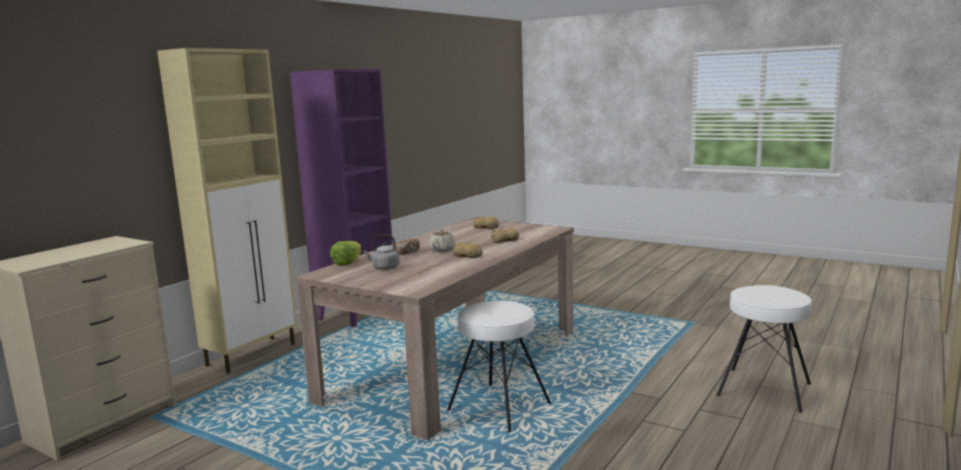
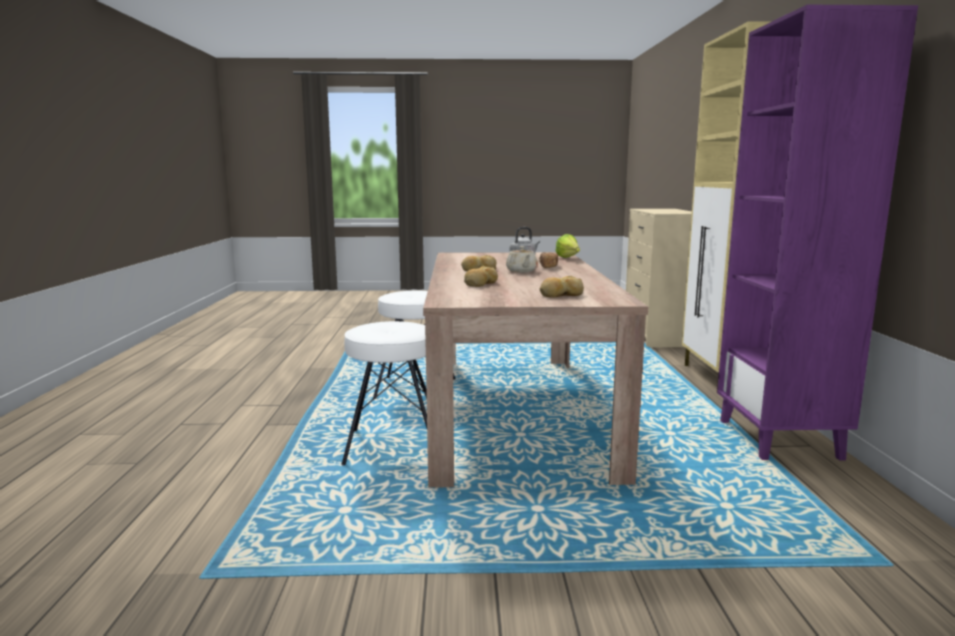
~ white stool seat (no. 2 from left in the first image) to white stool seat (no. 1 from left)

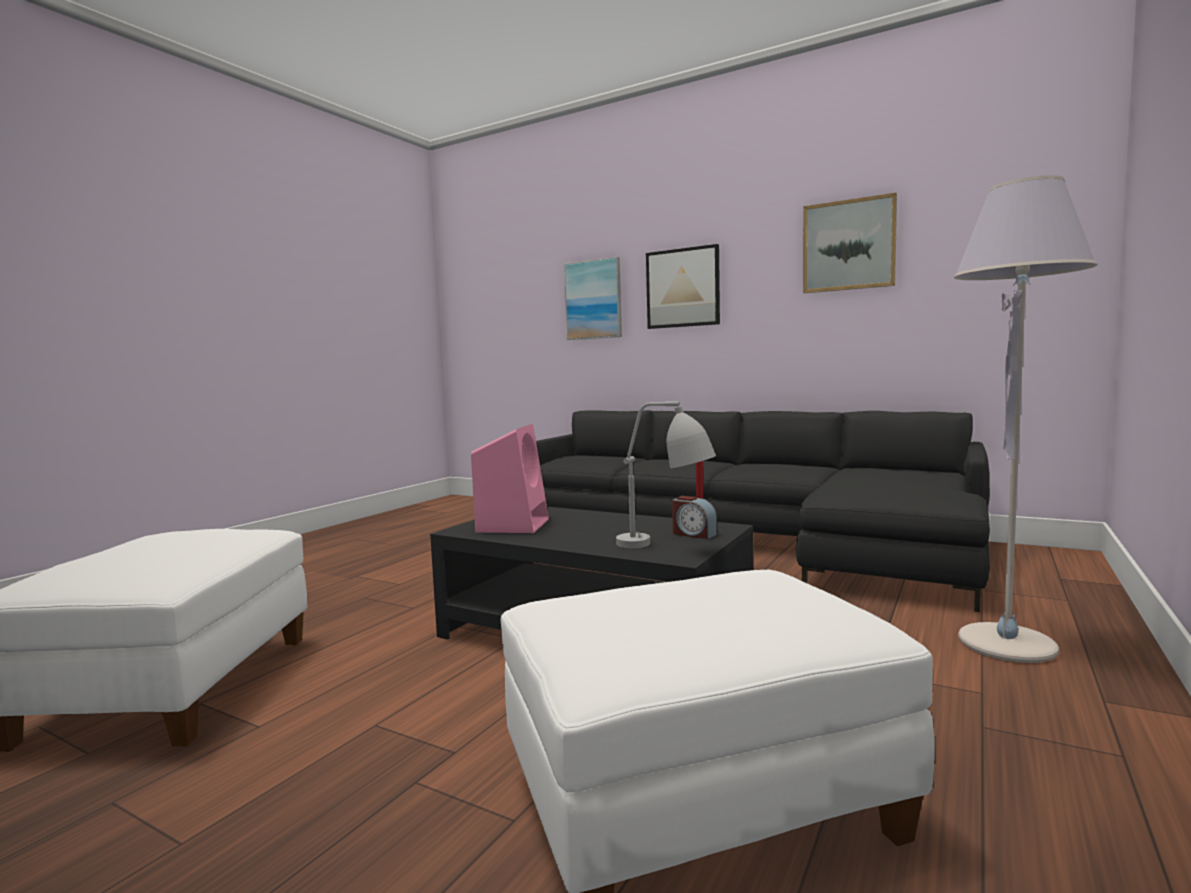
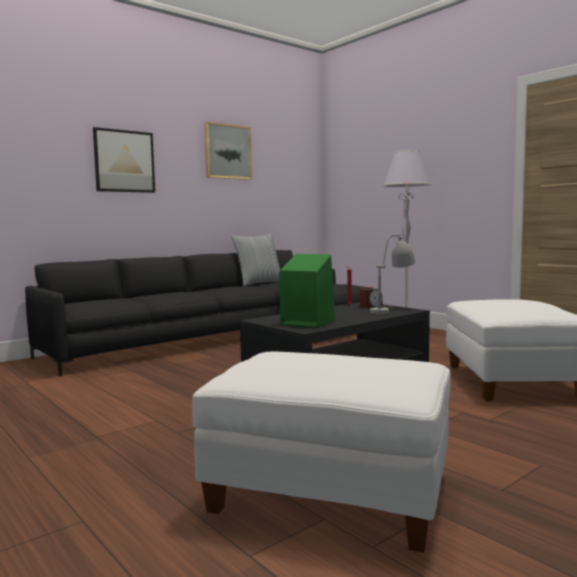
+ throw pillow
~ pinkish audio speaker to green audio speaker
- wall art (no. 1 from left)

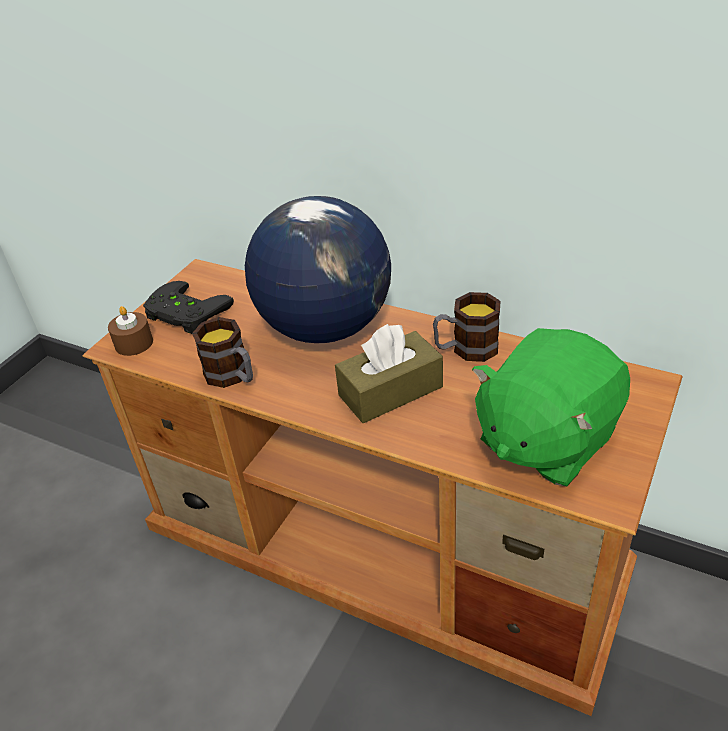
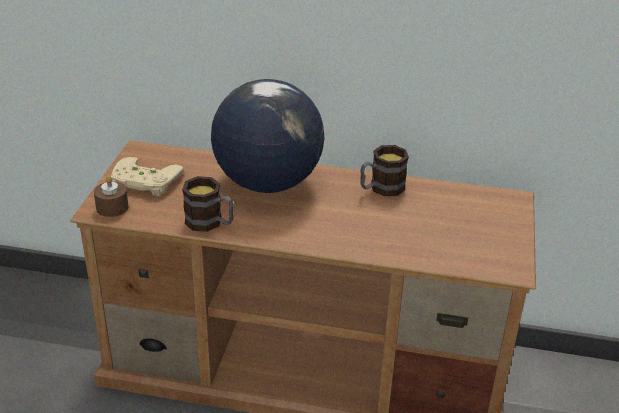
~ black joypad to beige joypad
- brownish box of tissues
- green cuddly toy

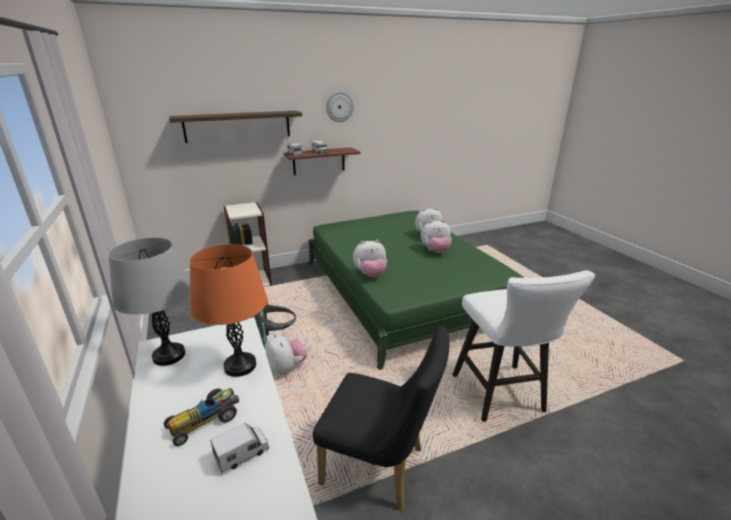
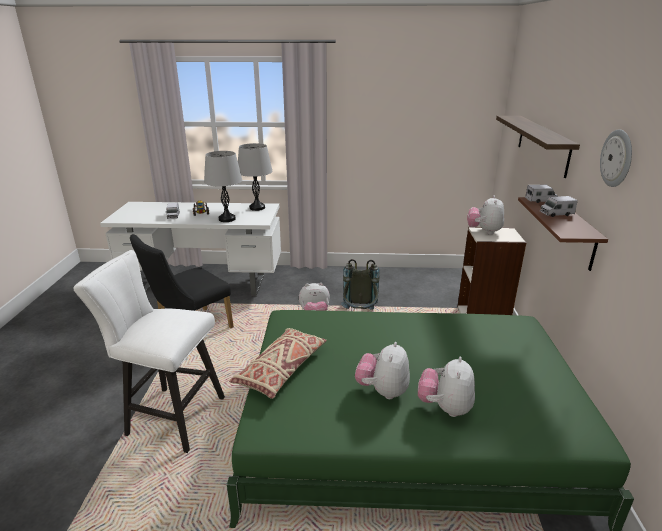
~ orangey tabletop lamp to gray tabletop lamp (no. 1 from left)
+ beige throw pillow
~ cuddly toy (no. 2 from left in the first image) to cuddly toy (no. 4 from left)

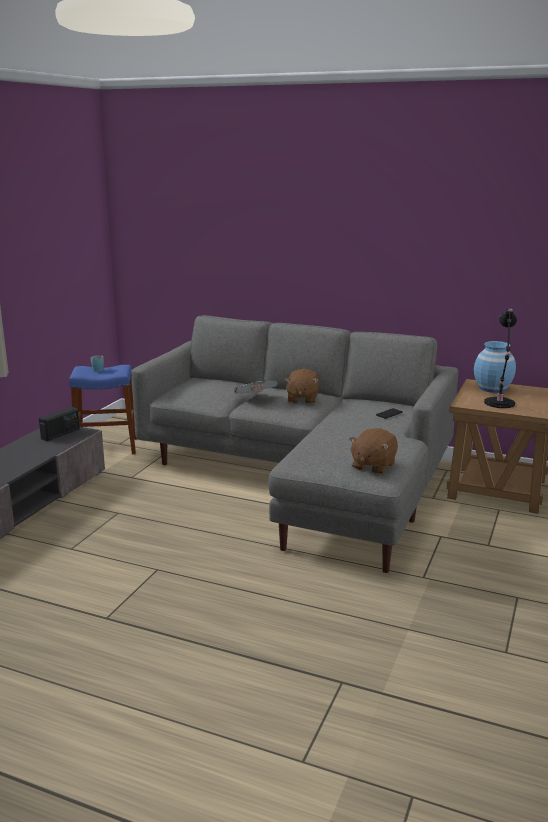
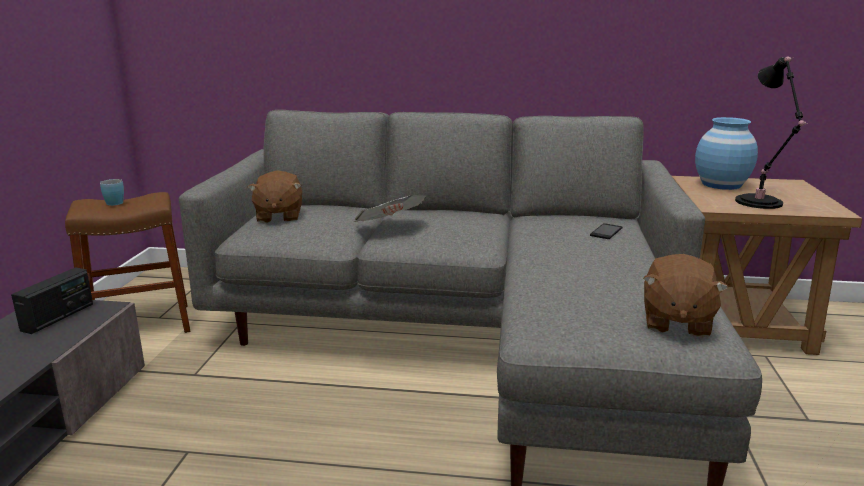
~ blue stool seat to brownish stool seat
~ brownish cuddly toy (no. 1 from left)

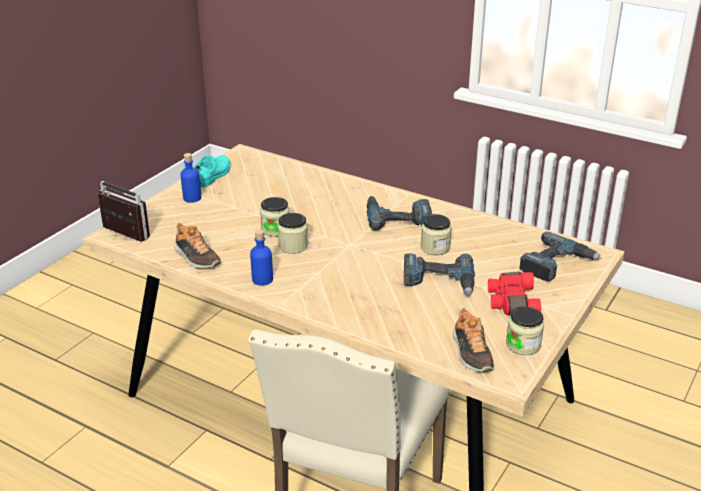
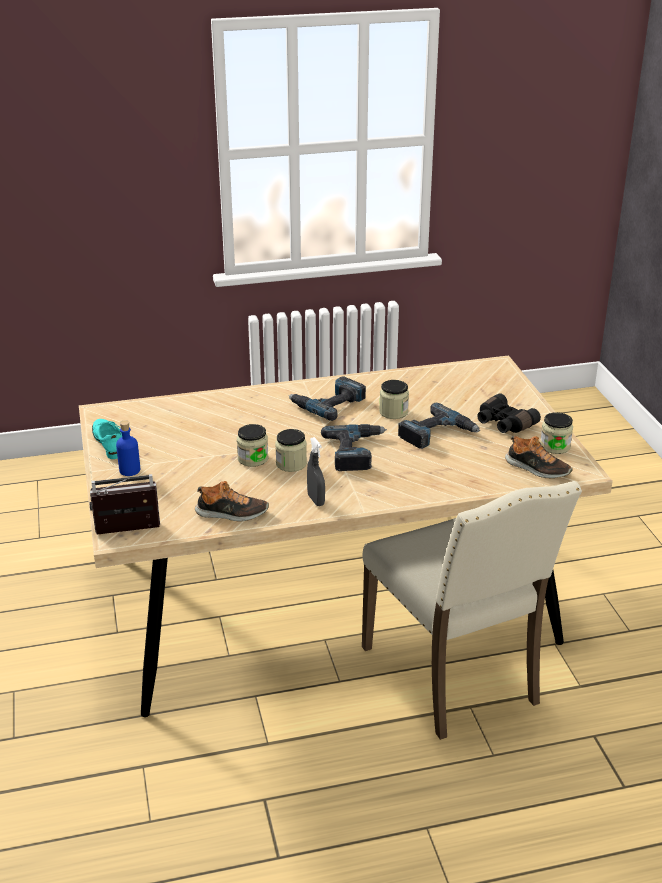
~ blue bottle (no. 2 from left) to gray hand sprayer
~ power drill (no. 3 from left in the first image) to power drill (no. 2 from left)
~ red-coloured pair of binoculars to black pair of binoculars

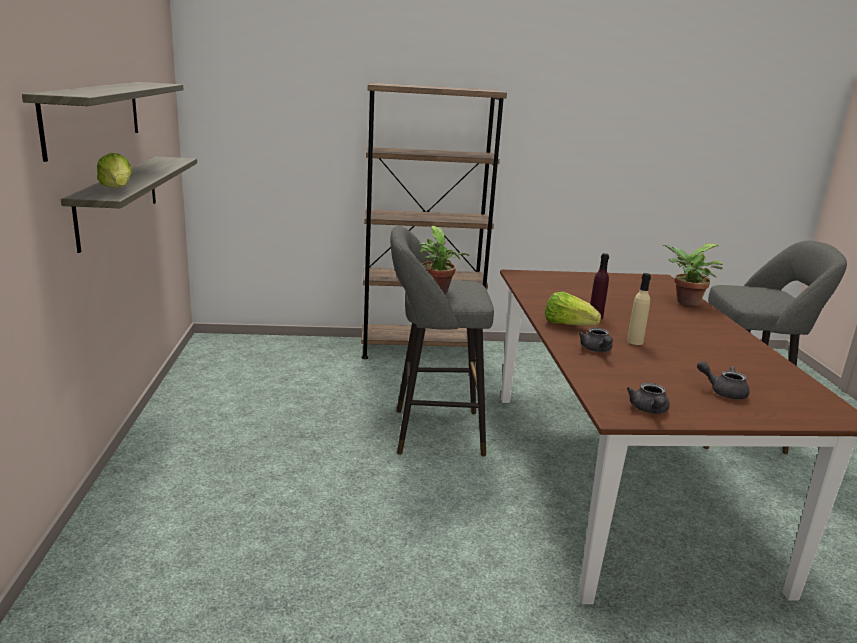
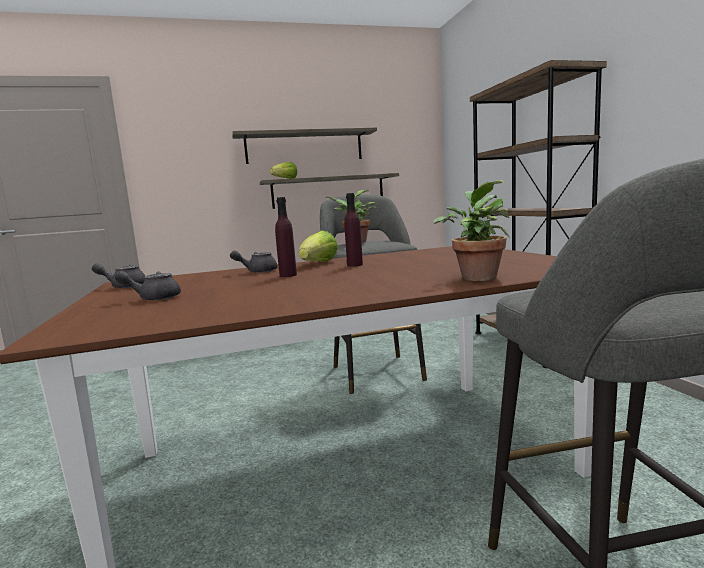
~ gray teapot (no. 3 from left in the first image) 120 degrees counterclockwise
~ beige bottle to purple-coloured bottle (no. 1 from left)

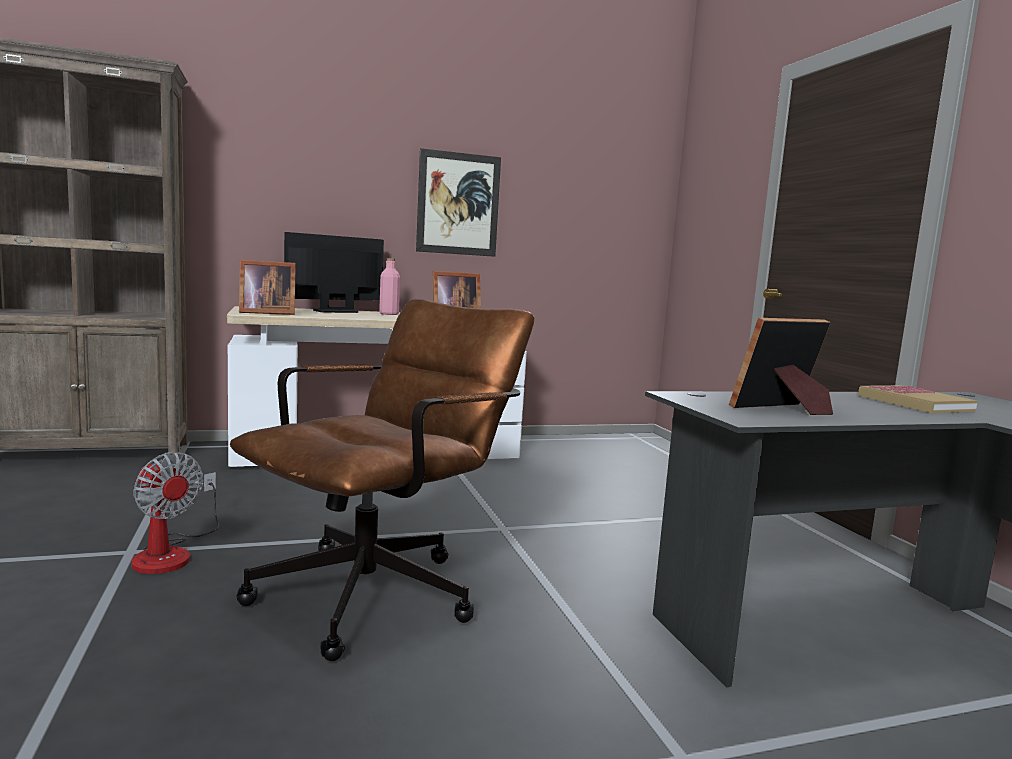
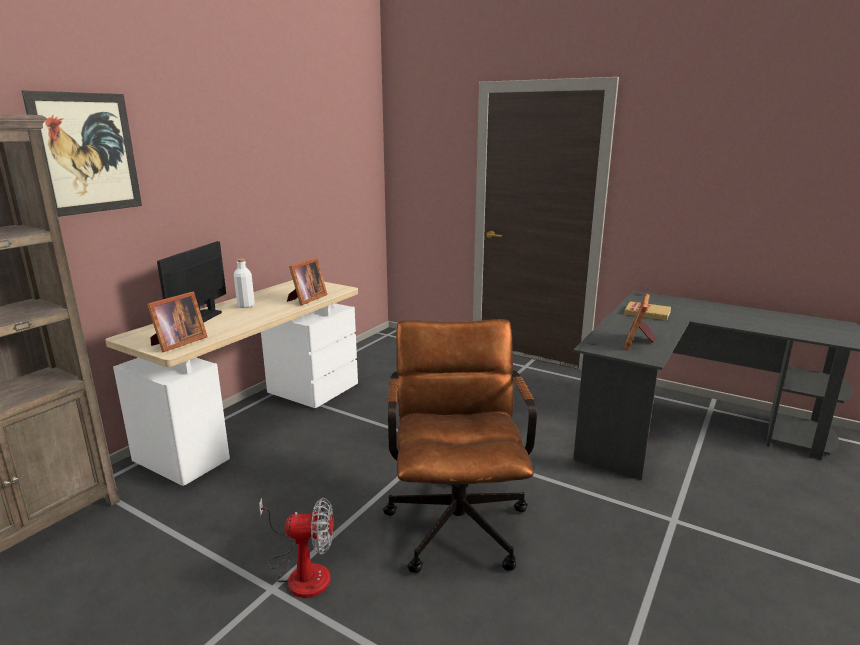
~ wall art
~ pinkish bottle to white bottle

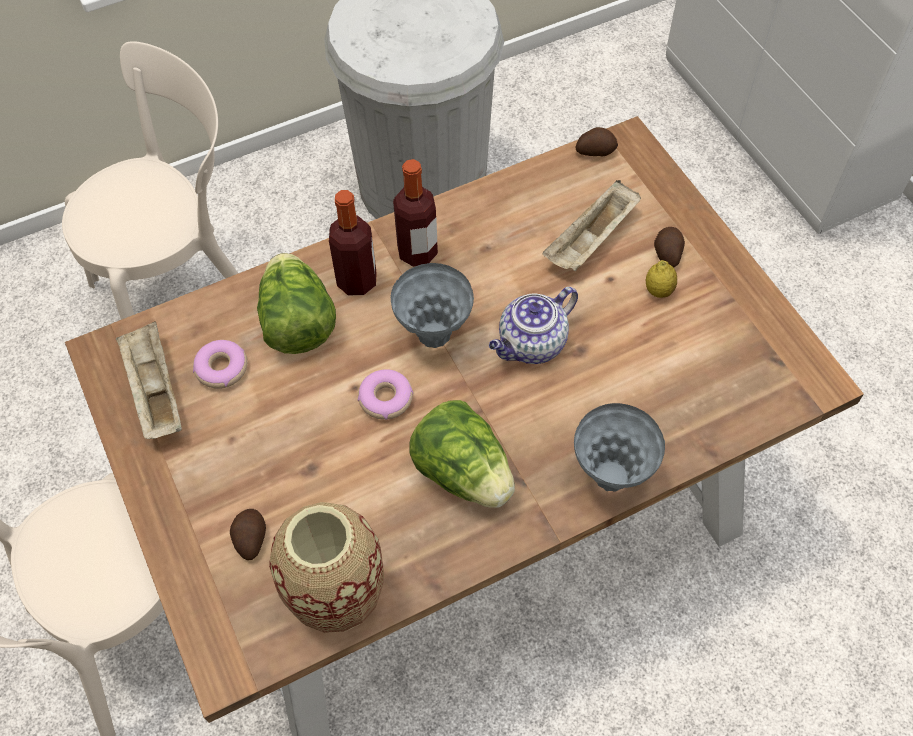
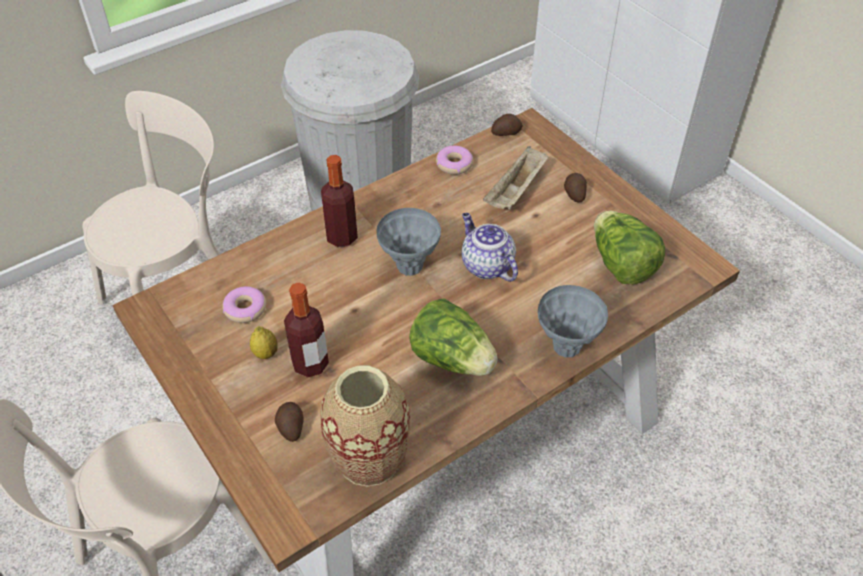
~ lemon
~ bottle (no. 2 from left in the first image) to bottle (no. 1 from left)
~ doughnut (no. 2 from left)
~ teapot 105 degrees clockwise
~ lettuce head (no. 1 from left in the first image) to lettuce head (no. 2 from left)
- beige serving tray (no. 1 from left)

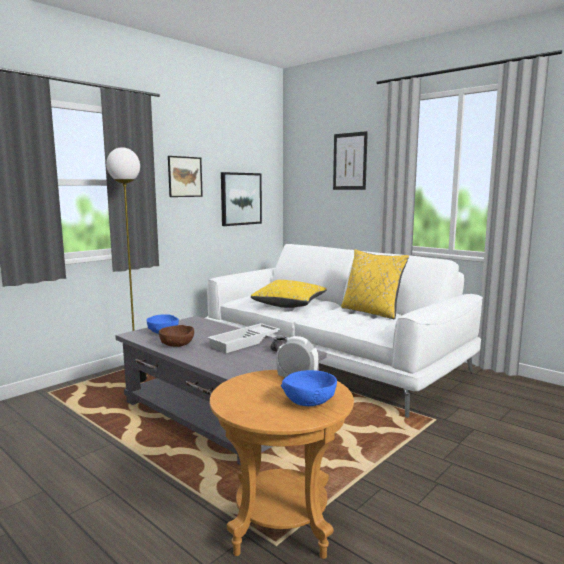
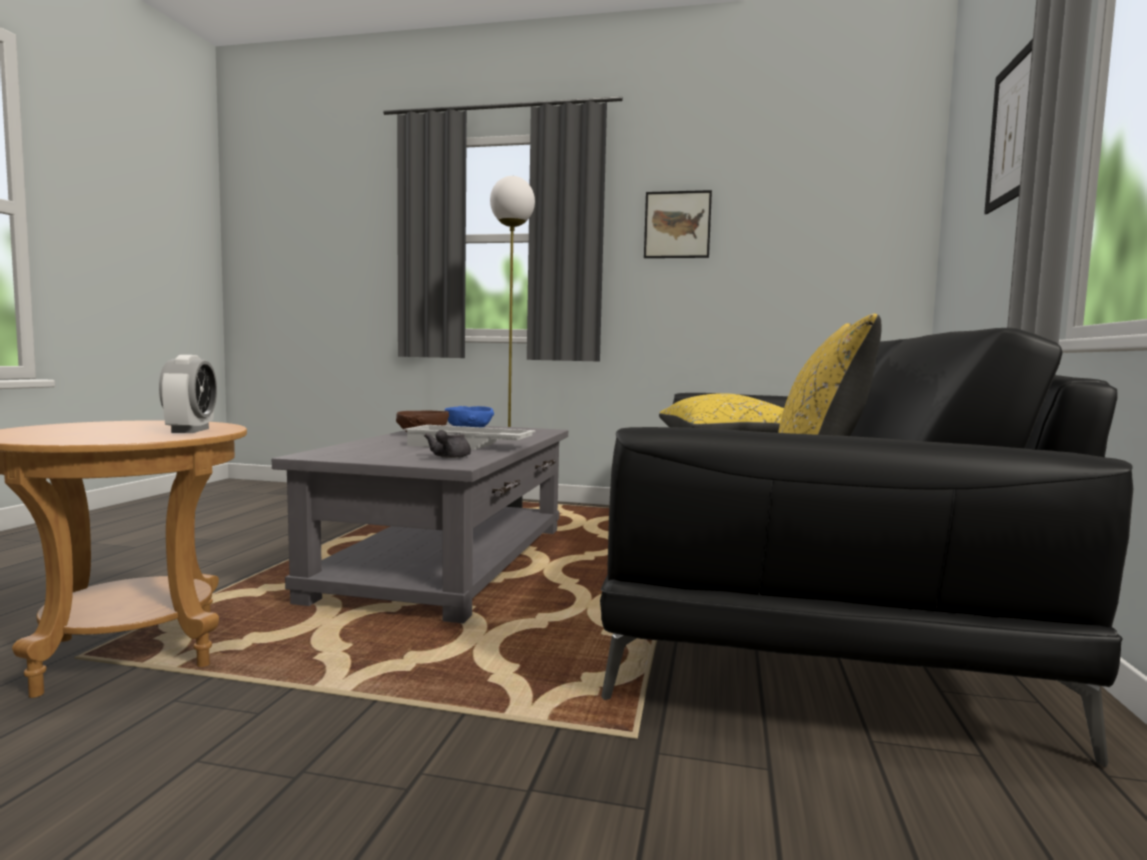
~ white couch to black couch
- wall art (no. 2 from left)
- blue serving bowl (no. 2 from left)

